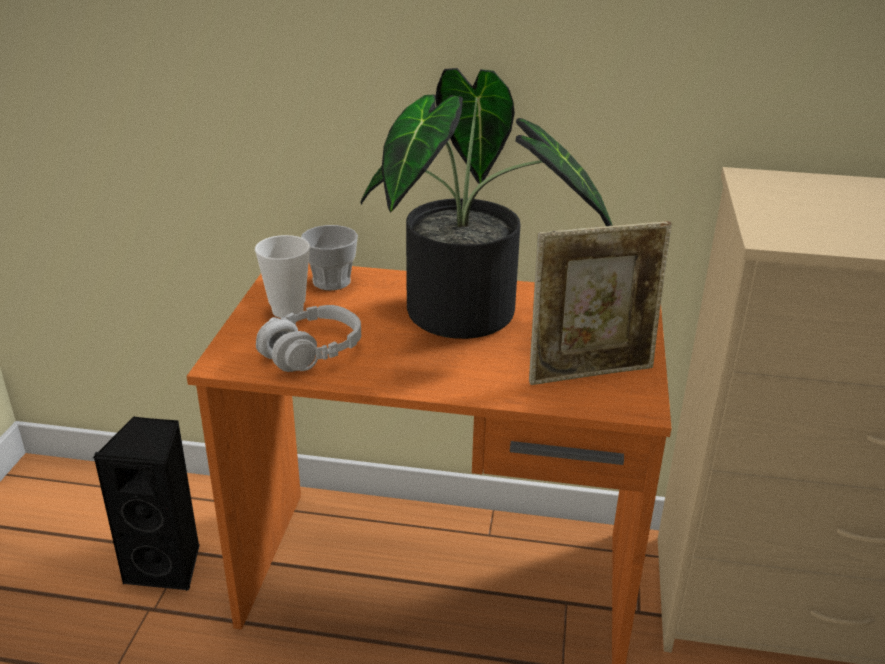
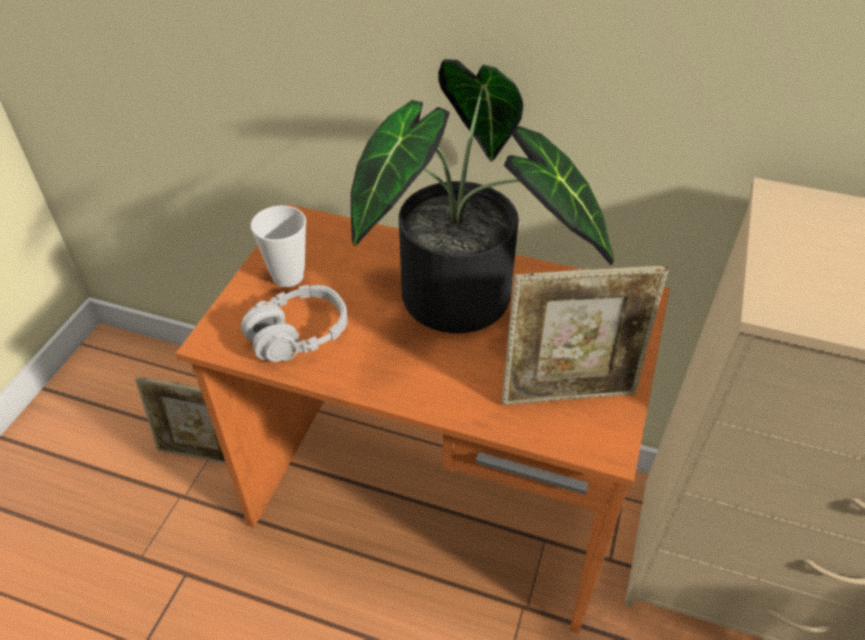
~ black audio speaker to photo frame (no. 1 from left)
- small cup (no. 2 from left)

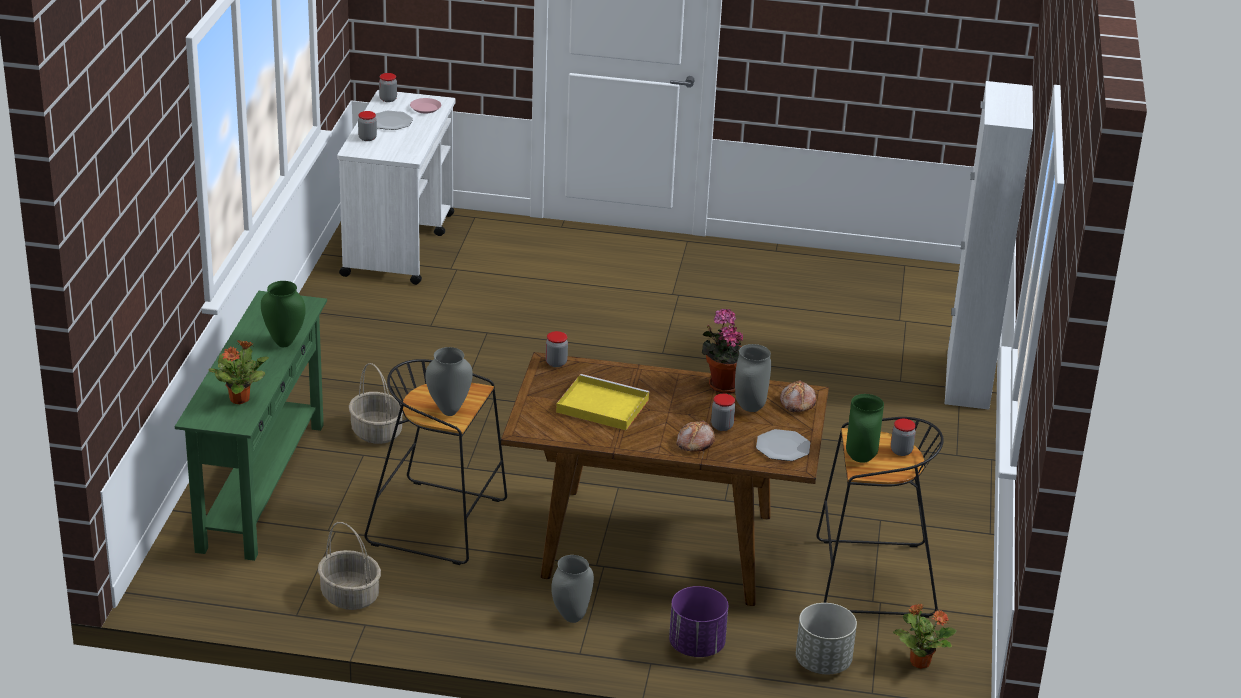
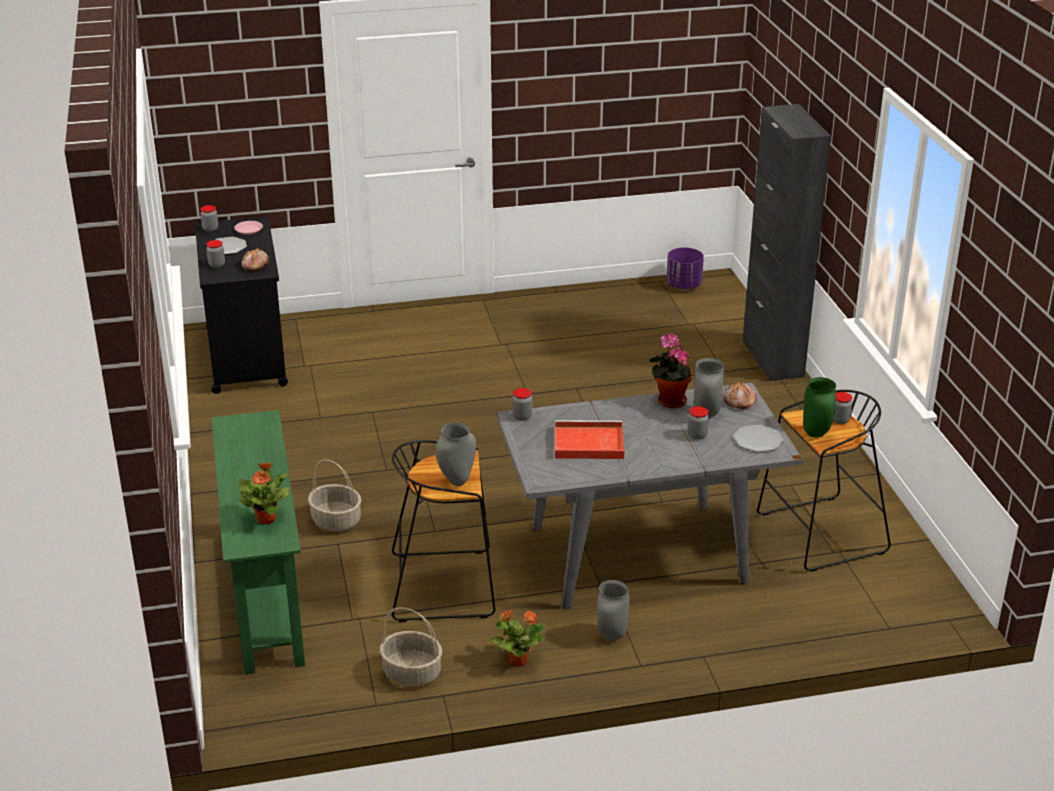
~ white trolley to black trolley
~ baked bread (no. 1 from left)
~ plant in a pot (no. 3 from left in the first image) to plant in a pot (no. 2 from left)
~ brownish dining table to gray dining table
~ yellow serving tray to red-coloured serving tray
~ purple-coloured planter
~ white cupboard to black cupboard
- green decorative vase (no. 1 from left)
- gray planter

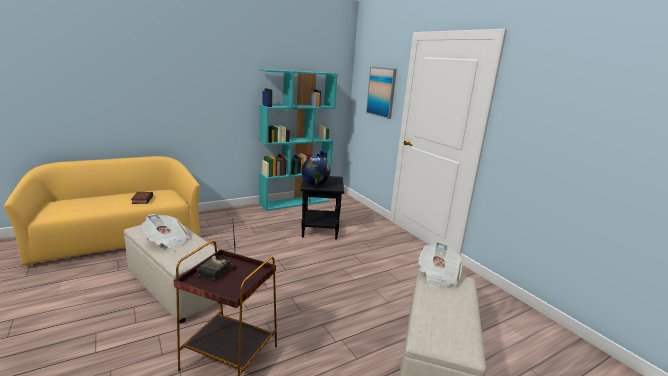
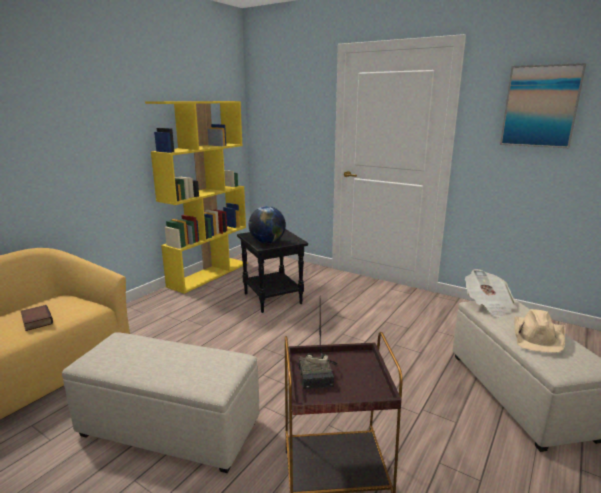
~ blue-green shelving unit to yellow shelving unit
~ wall art
+ beige wearable hat
- printed paper (no. 1 from left)

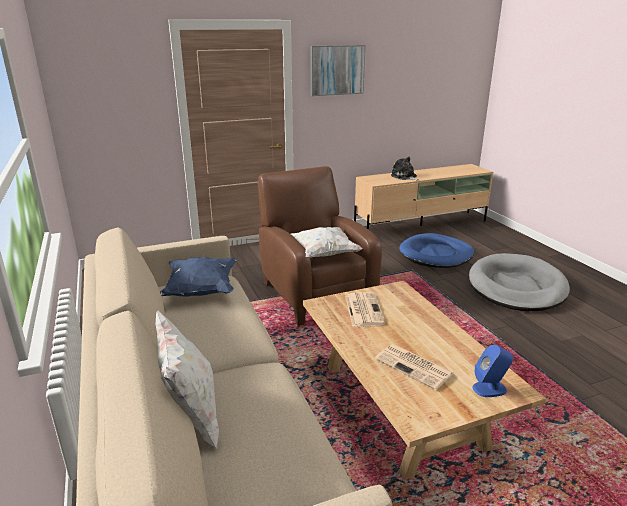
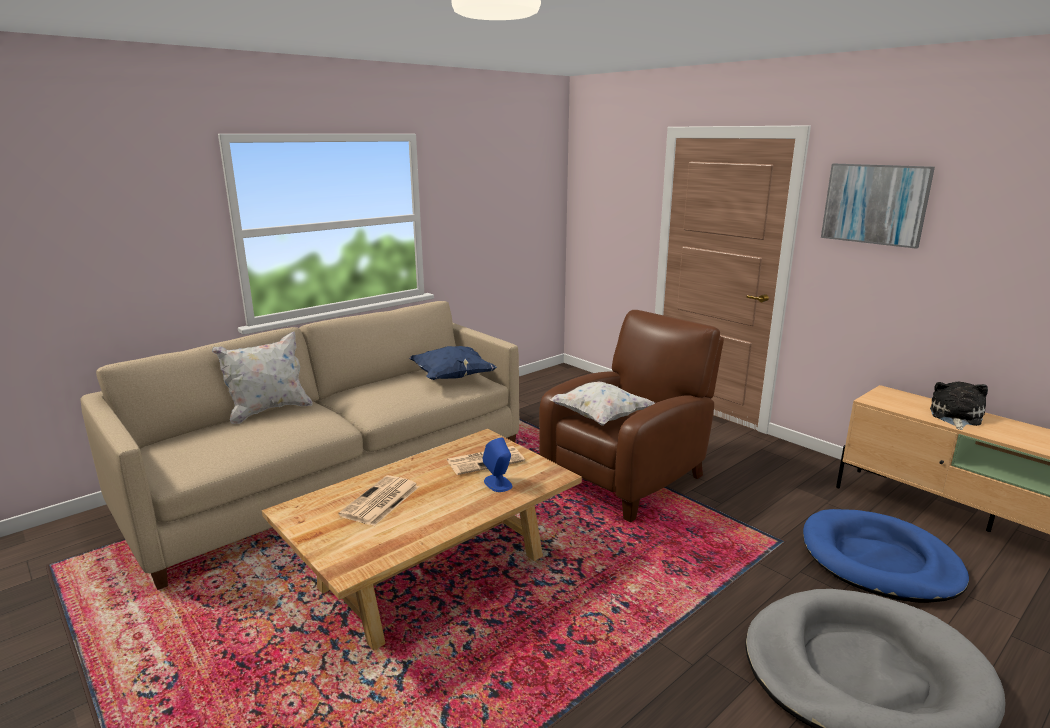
~ blue audio speaker

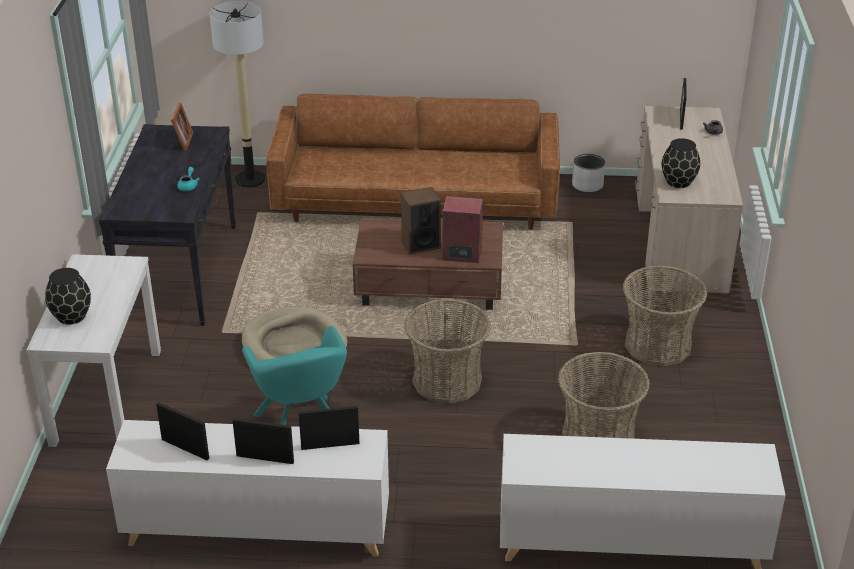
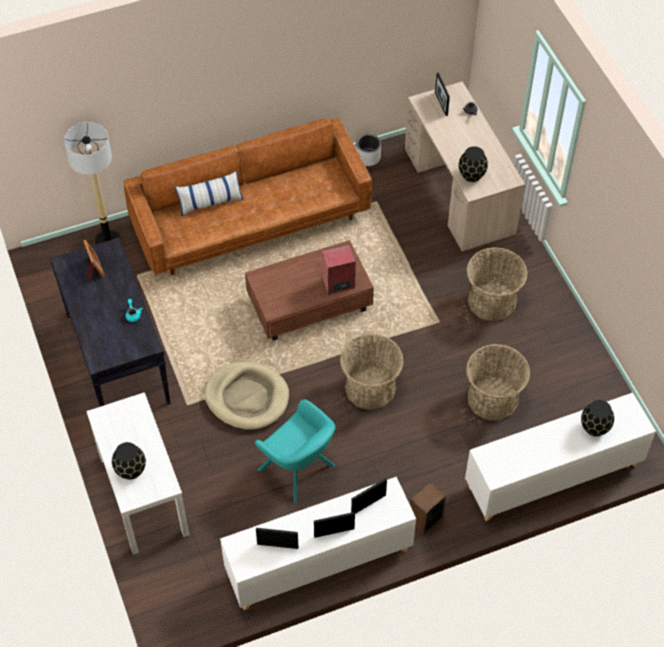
+ throw pillow
~ audio speaker (no. 1 from left in the first image) to audio speaker (no. 2 from left)
+ black decorative vase (no. 3 from left)

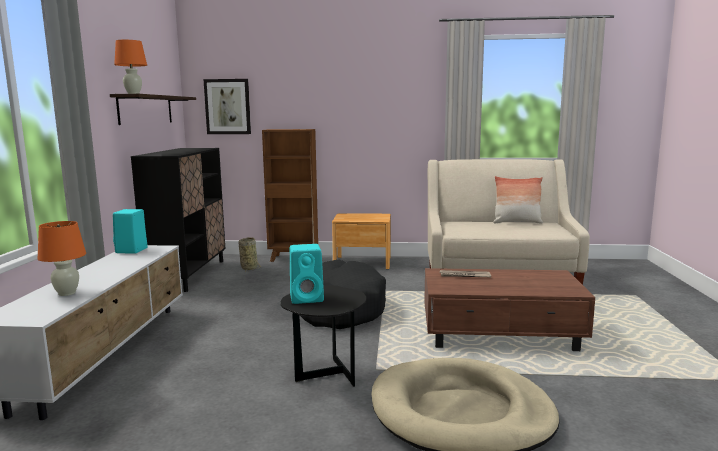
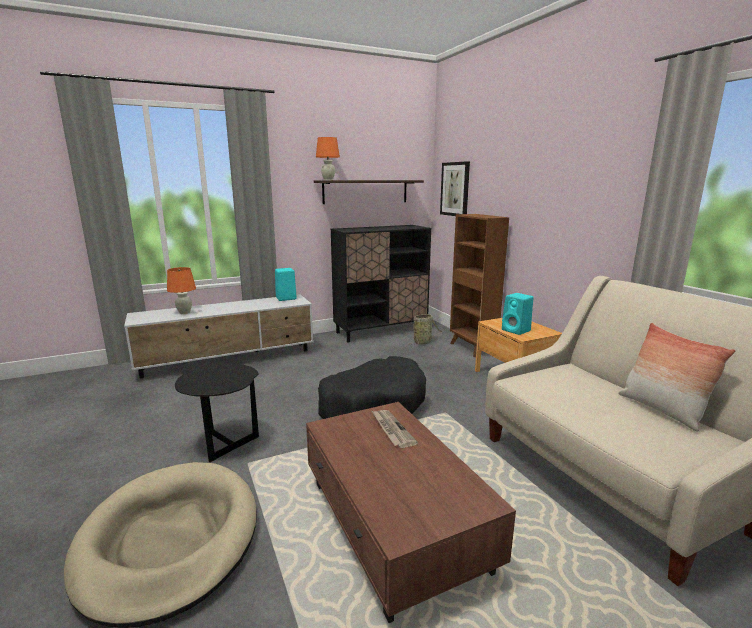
~ blue-green audio speaker (no. 2 from left)

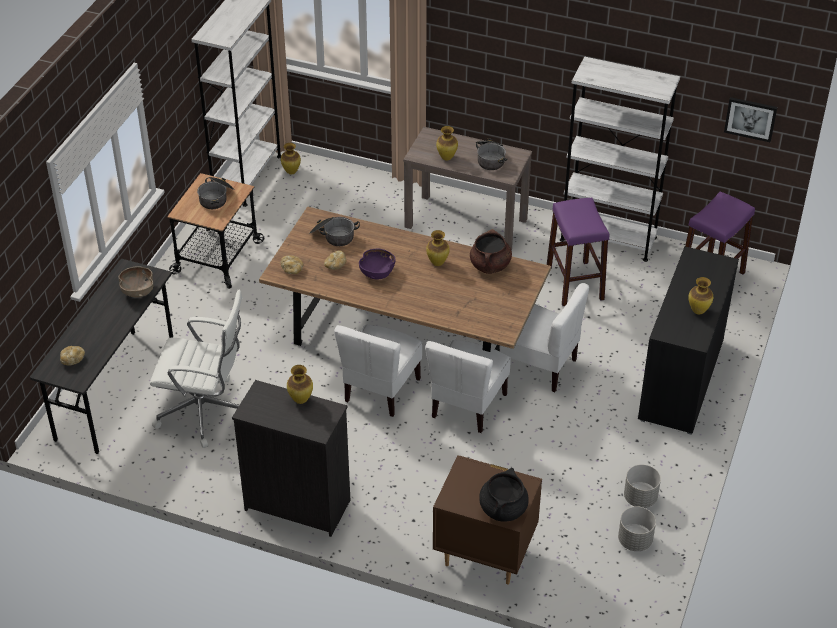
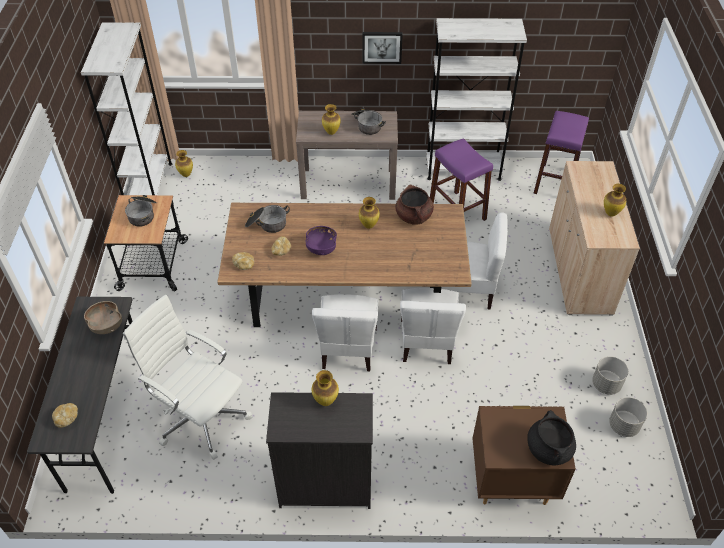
~ white computer chair 135 degrees counterclockwise
~ wall art
~ black cupboard to beige cupboard

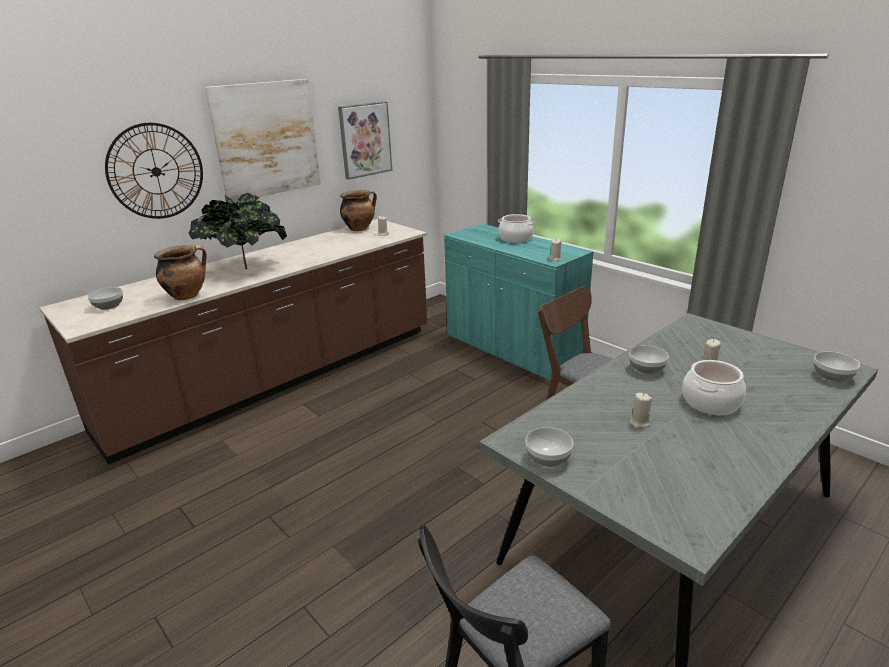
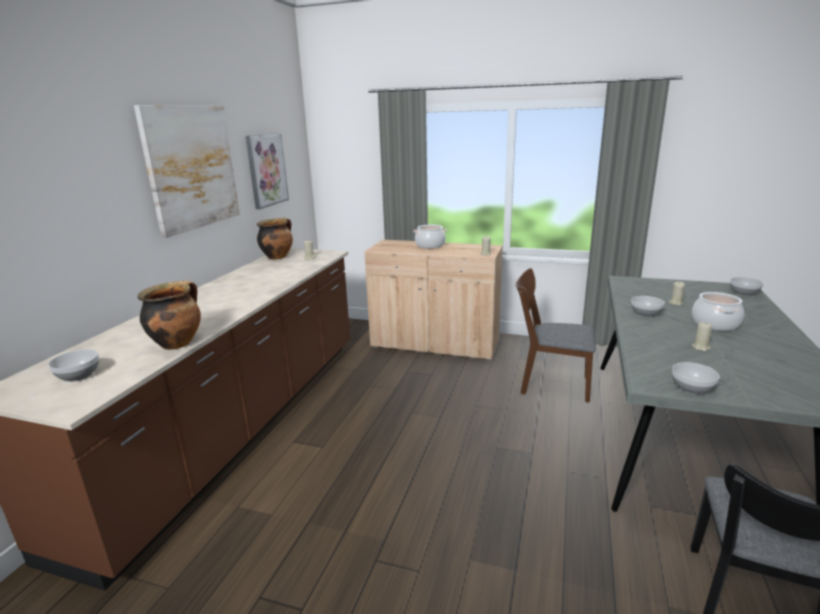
~ blue-green cupboard to beige cupboard
- hanging clock
- plant in a pot

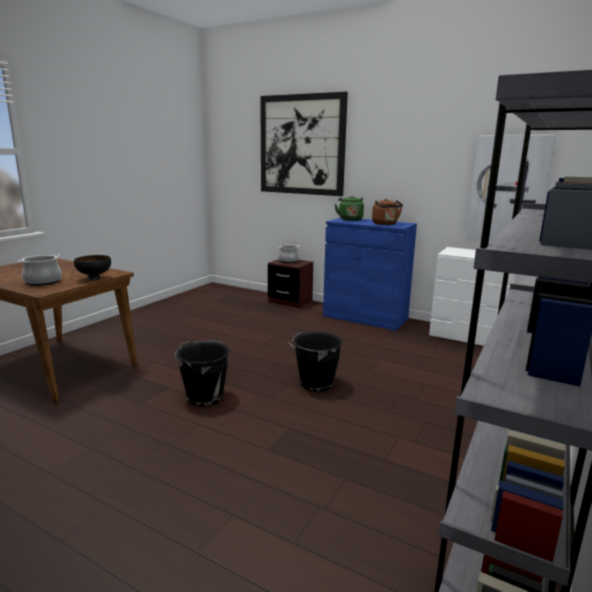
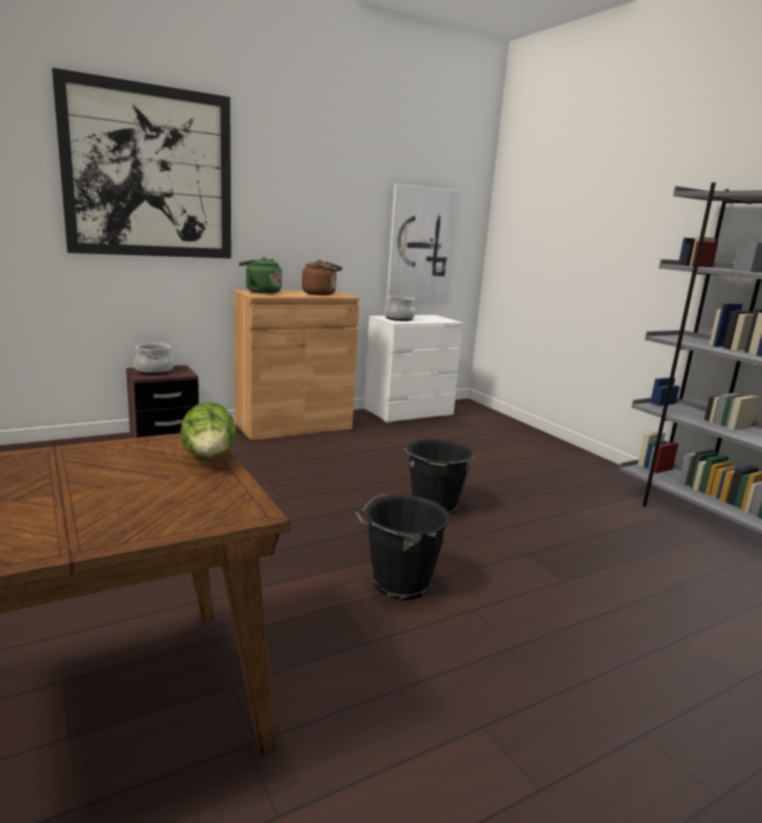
~ black serving bowl to lettuce head
~ blue cupboard to brownish cupboard
~ saucepot (no. 1 from left in the first image) to saucepot (no. 2 from left)

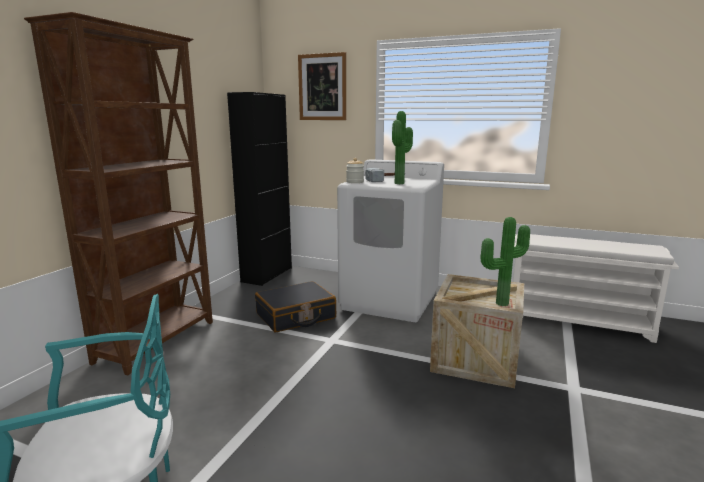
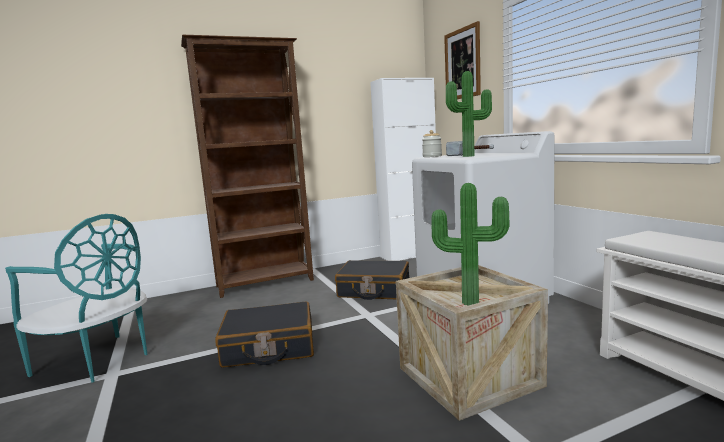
+ black piece of luggage (no. 1 from left)
~ black cupboard to white cupboard

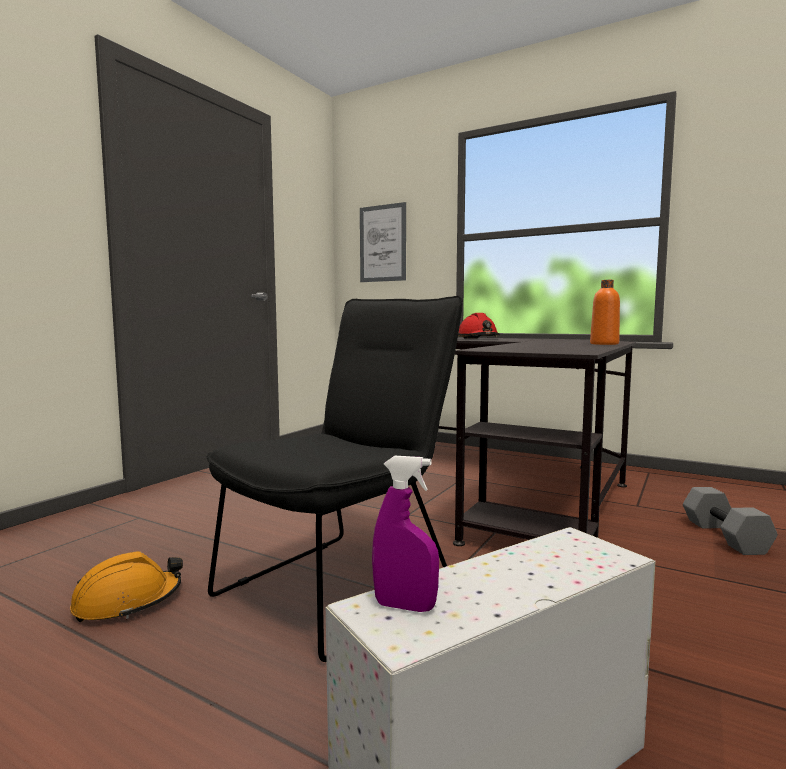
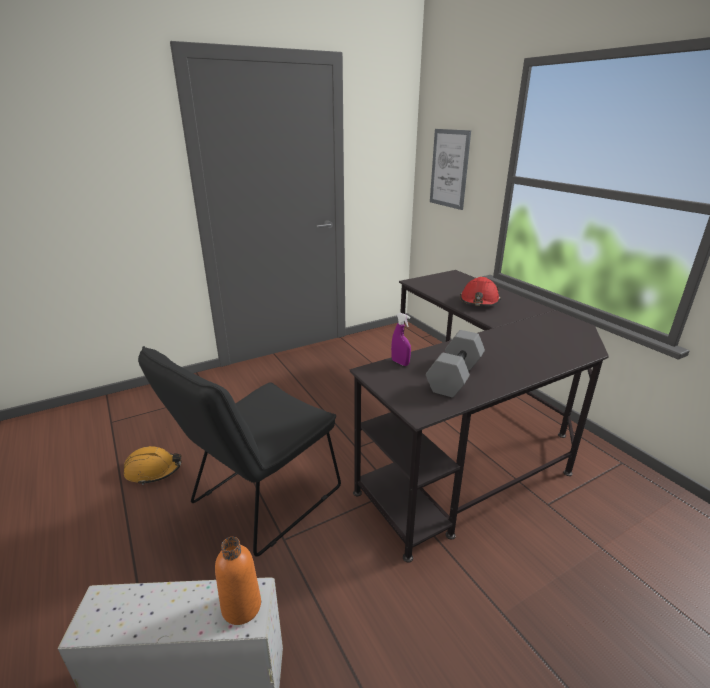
~ black upright chair 150 degrees clockwise
~ orangey bottle
~ purple-coloured hand sprayer
~ gray dumbbell

